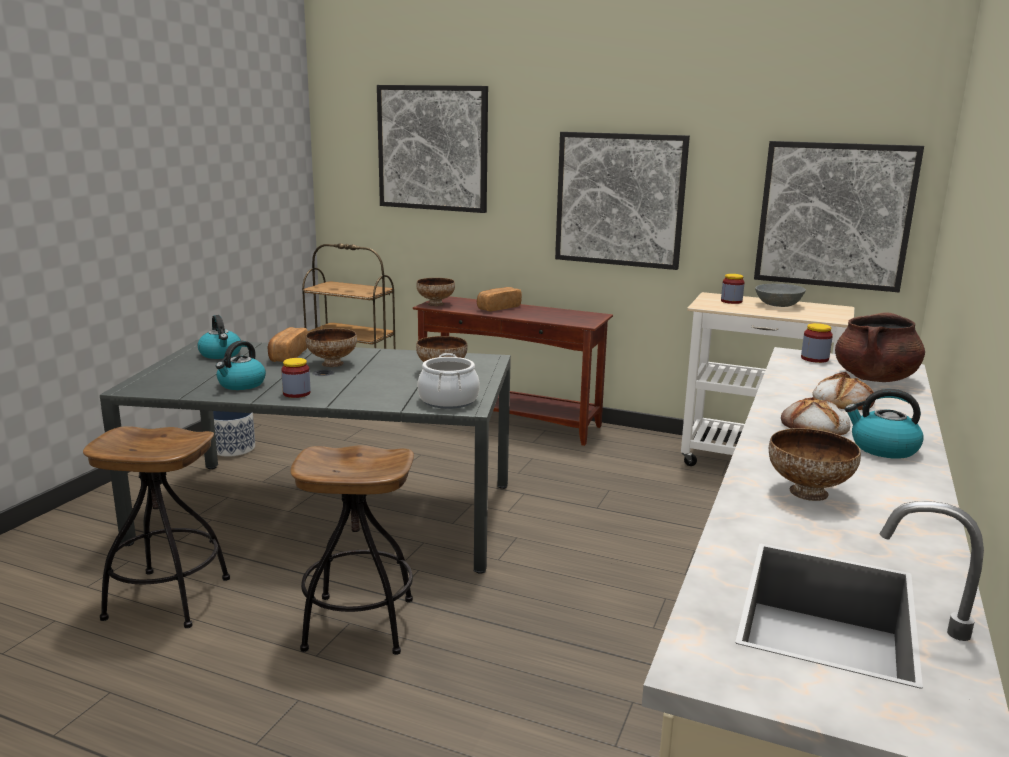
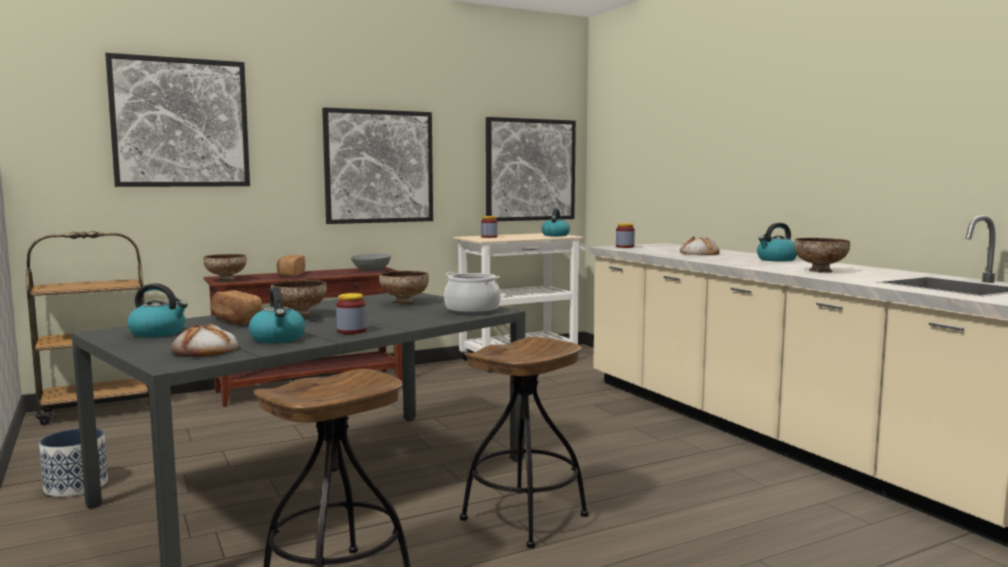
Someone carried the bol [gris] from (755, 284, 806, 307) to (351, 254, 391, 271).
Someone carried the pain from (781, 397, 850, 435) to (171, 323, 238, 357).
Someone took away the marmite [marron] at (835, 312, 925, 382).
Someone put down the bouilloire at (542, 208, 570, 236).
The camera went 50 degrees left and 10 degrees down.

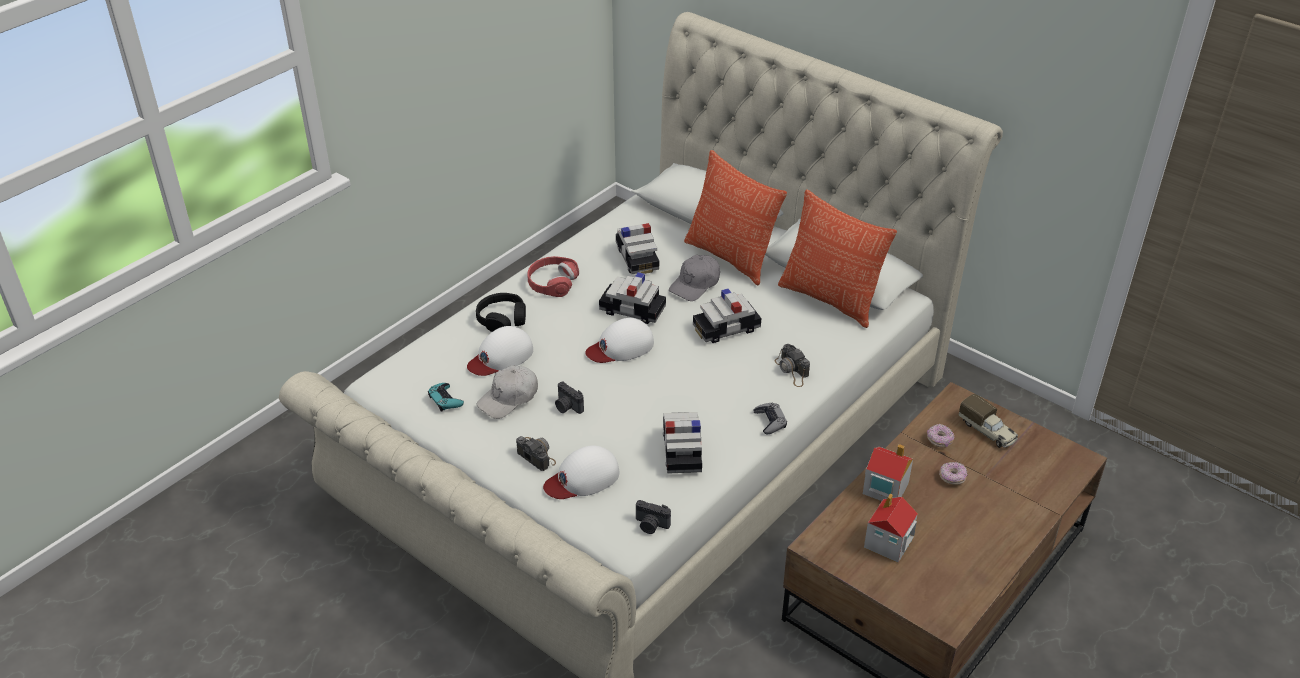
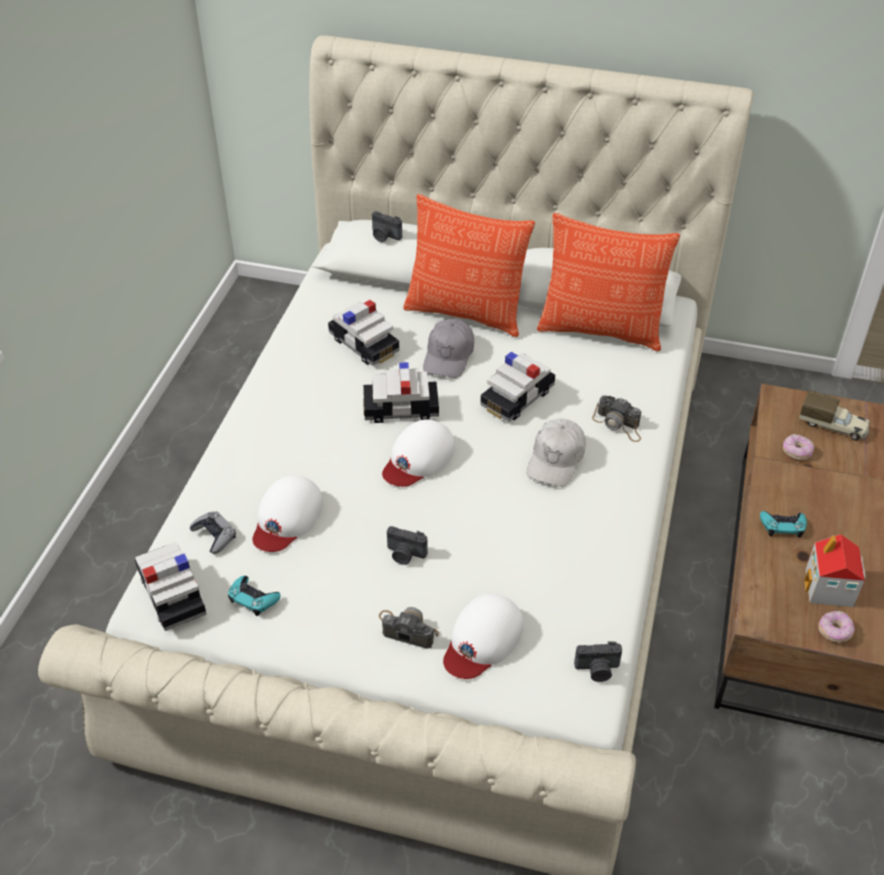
Someone took away the casque audio [noir] at (476, 293, 526, 332).
Someone carried the casquette [blanc] from (477, 365, 538, 419) to (527, 419, 586, 487).
Someone took away the casque audio [rouge] at (527, 256, 579, 297).
Someone carried the petite voiture from (663, 412, 702, 474) to (135, 542, 206, 631).
Someone carried the manette [gris] from (753, 403, 787, 435) to (190, 511, 236, 554).
Someone swapped the maison miniature at (863, 444, 913, 501) for the manette [turquoise] at (760, 511, 807, 538).
Someone carried the beignet from (939, 462, 968, 485) to (818, 611, 855, 642).
Someone put down the appareil photo at (372, 211, 402, 242).
The camera went 25 degrees left and 5 degrees up.

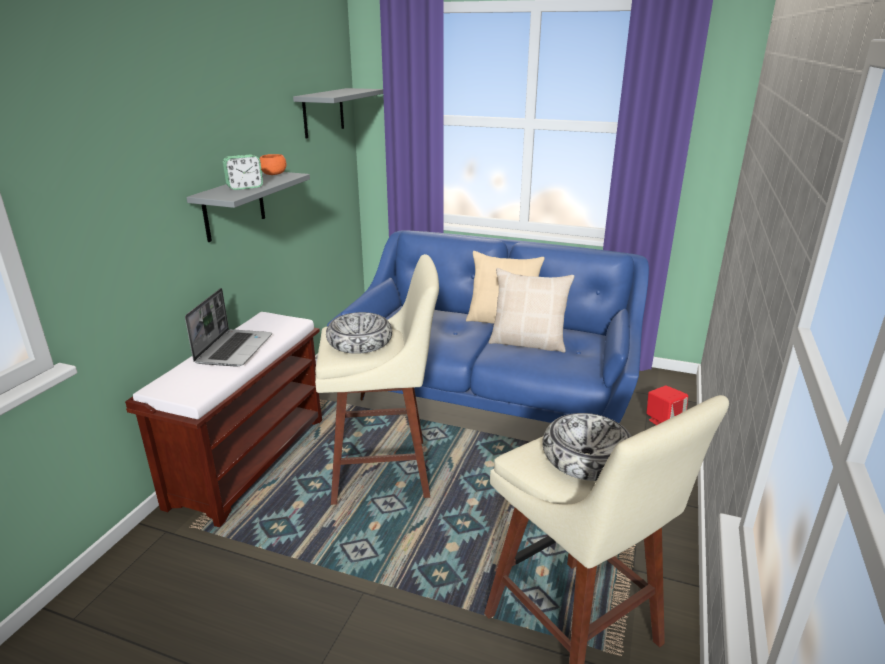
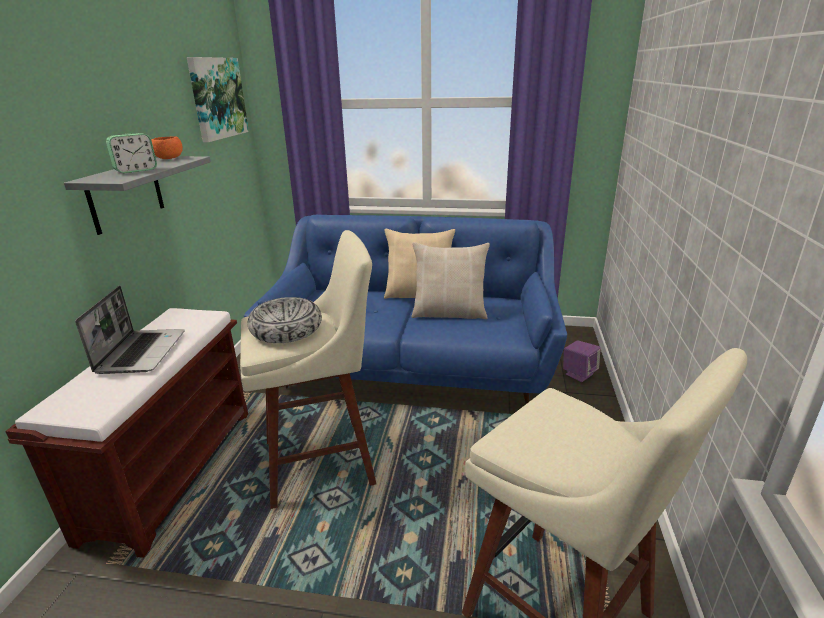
Someone swapped the étagère [gris] at (293, 88, 383, 139) for the tableau at (187, 57, 249, 142).
Someone took away the bol at (543, 413, 632, 481).
Someone repainted the enceinte [rouge] at (647, 385, 688, 425), which became the enceinte [violet] at (563, 340, 601, 382).
The camera went 10 degrees left and 0 degrees up.

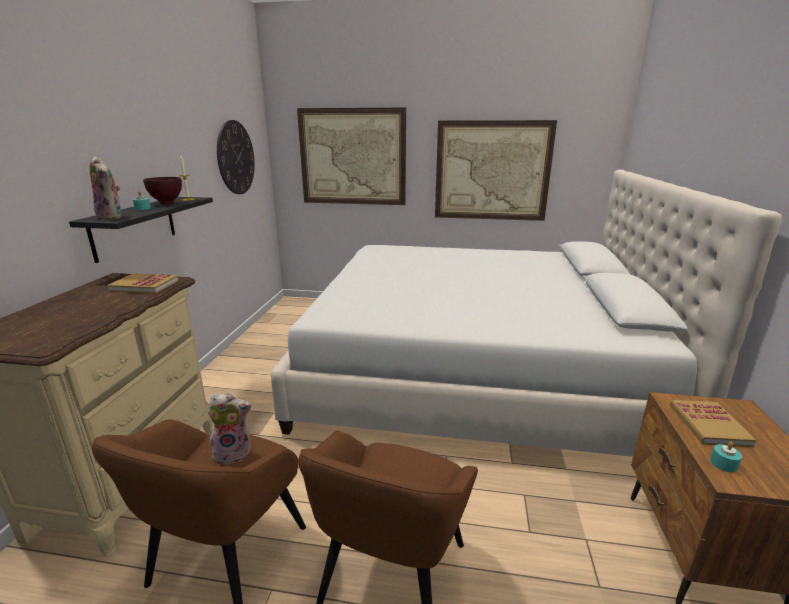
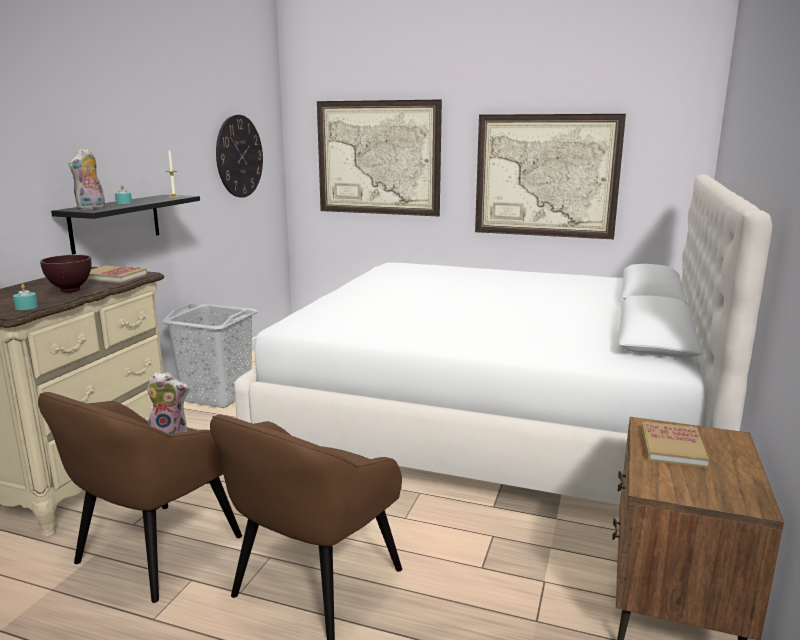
Someone rotated the peluche at (90, 156, 121, 220) by 60 degrees clockwise.
Someone carried the bol [marron] from (143, 177, 182, 205) to (40, 255, 92, 293).
Someone carried the bougie [turquoise] from (710, 442, 742, 472) to (13, 284, 38, 310).
Someone put down the panier à linge [gris] at (161, 304, 258, 408).
The camera went 10 degrees right and 5 degrees down.

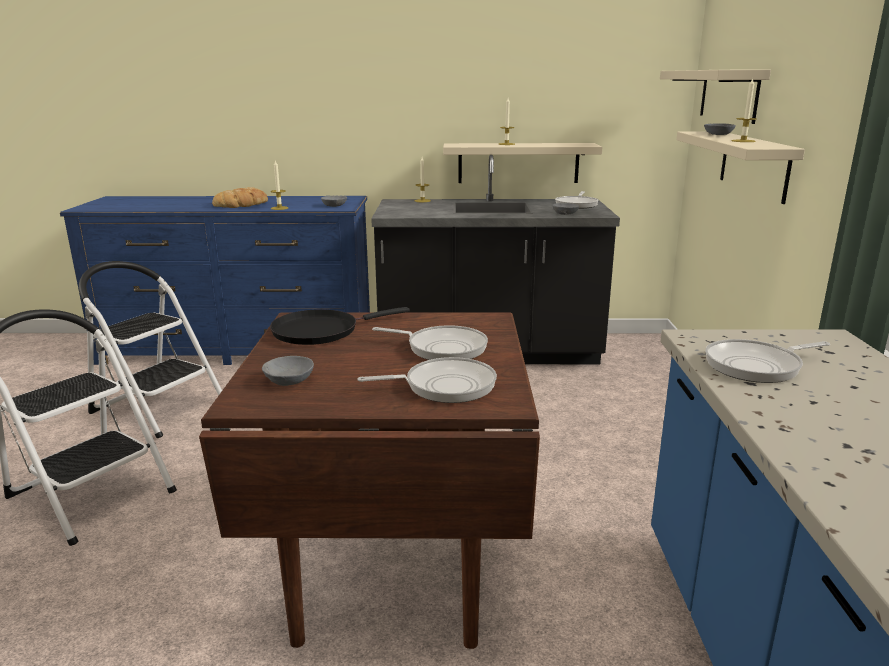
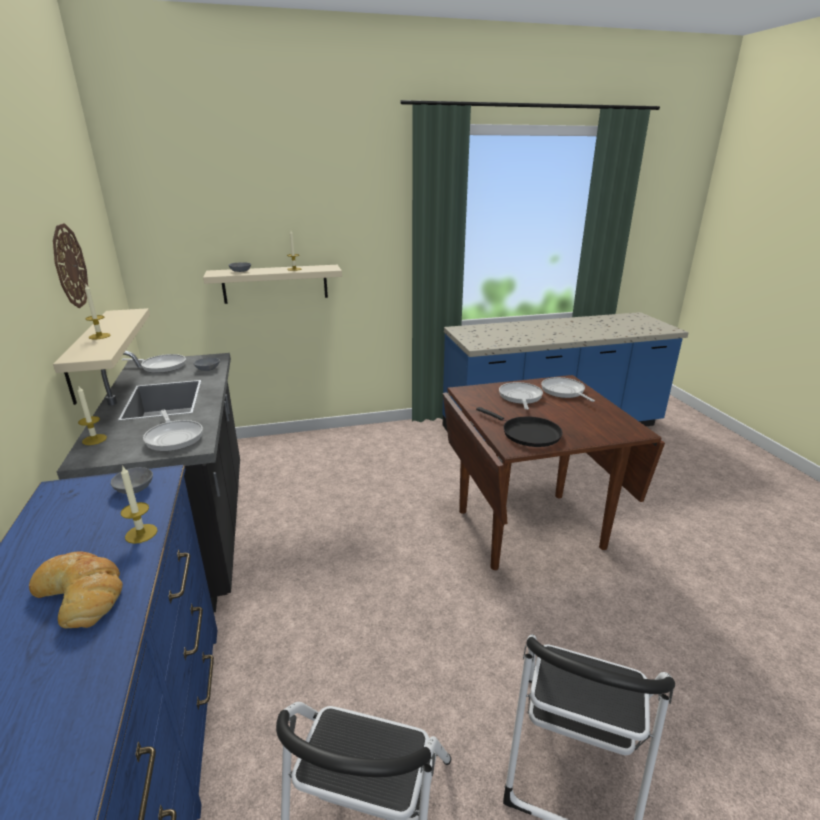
Someone took away the bol [gris] at (262, 356, 314, 386).
Someone took away the étagère [beige] at (660, 69, 771, 124).
Someone carried the poêle from (705, 339, 830, 383) to (143, 410, 203, 451).
Someone put up the horloge murale at (53, 223, 88, 308).
The camera went 105 degrees left and 5 degrees up.

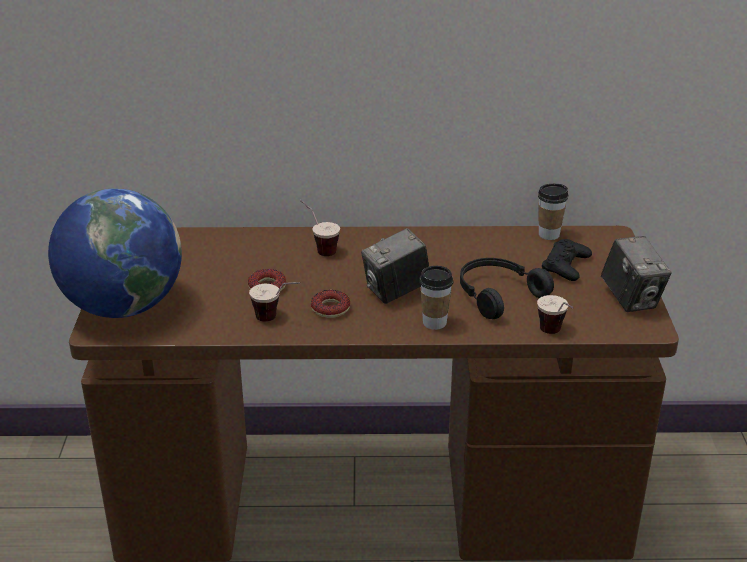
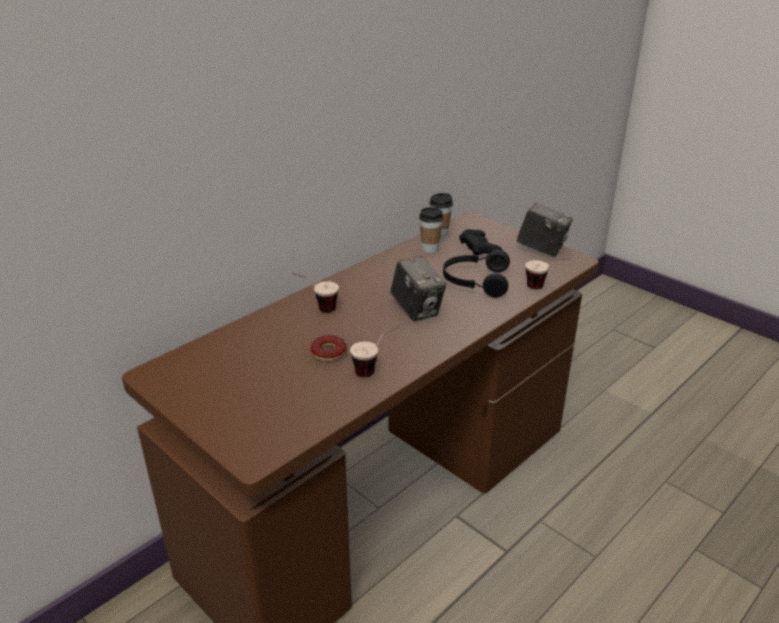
Someone took away the globe at (48, 188, 182, 318).
Someone took away the beignet at (311, 290, 350, 318).
Someone rotated the appareil photo at (361, 228, 429, 304) by 45 degrees counterclockwise.
Someone carried the tasse from (419, 266, 453, 330) to (419, 207, 443, 253).
The camera went 45 degrees left and 0 degrees up.

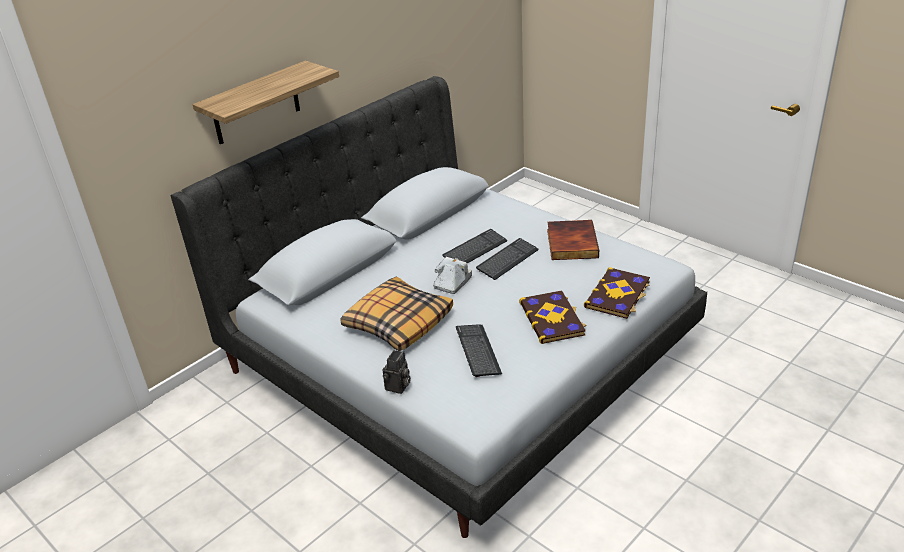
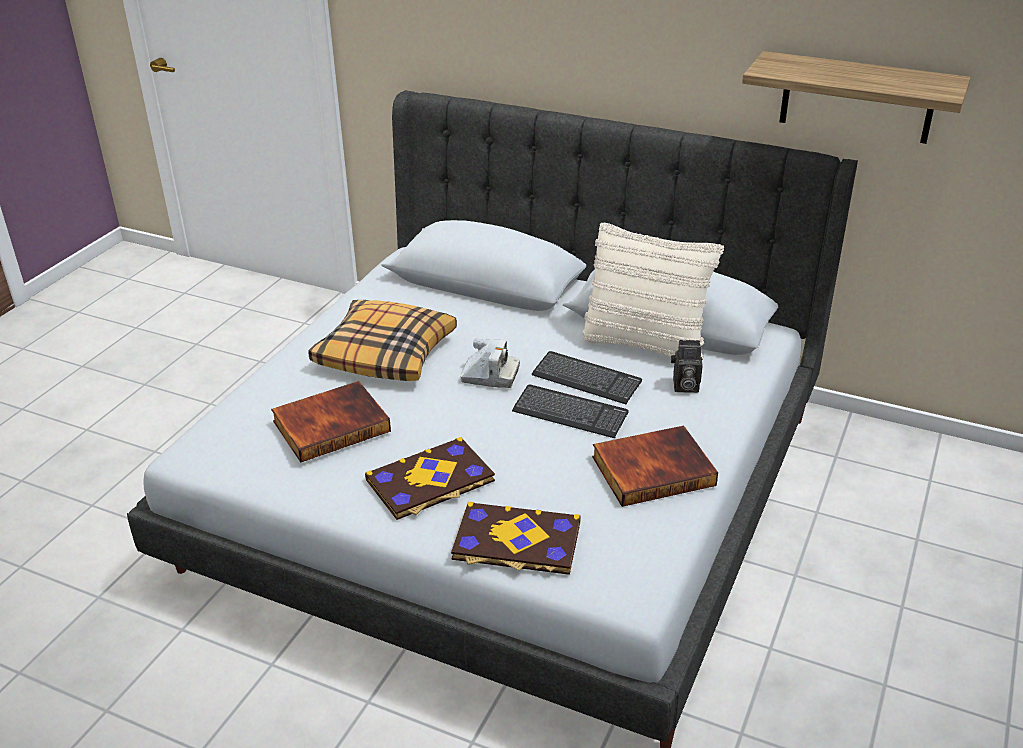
Someone carried the étagère from (192, 61, 339, 144) to (742, 51, 971, 144).
Someone carried the appareil photo from (383, 350, 411, 394) to (671, 340, 703, 393).
Someone swapped the clavier at (456, 325, 502, 377) for the livre at (271, 381, 391, 462).
Someone put down the coussin [beige] at (582, 223, 724, 363).
The camera went 70 degrees right and 0 degrees up.

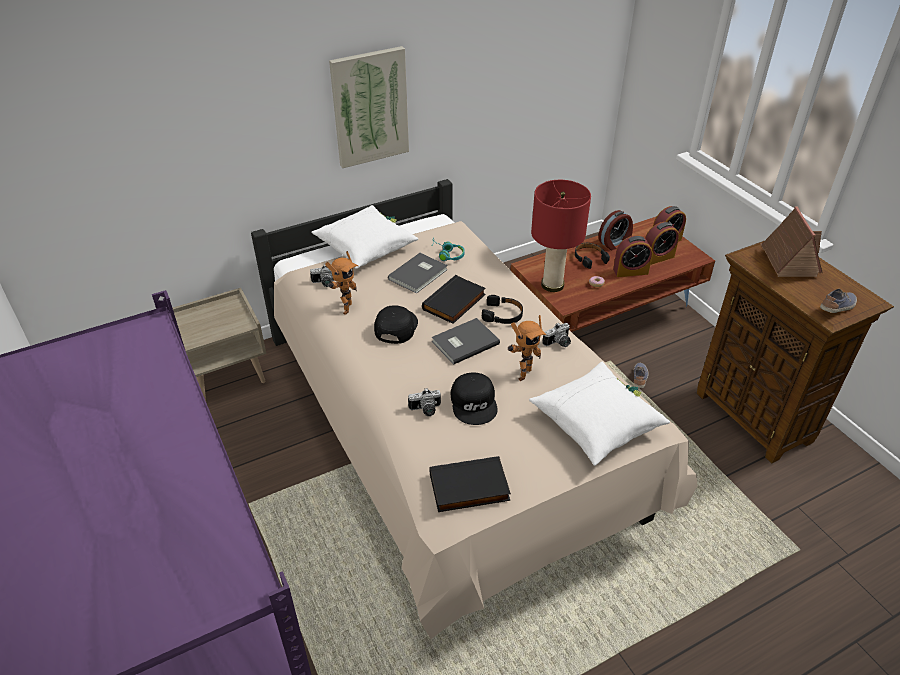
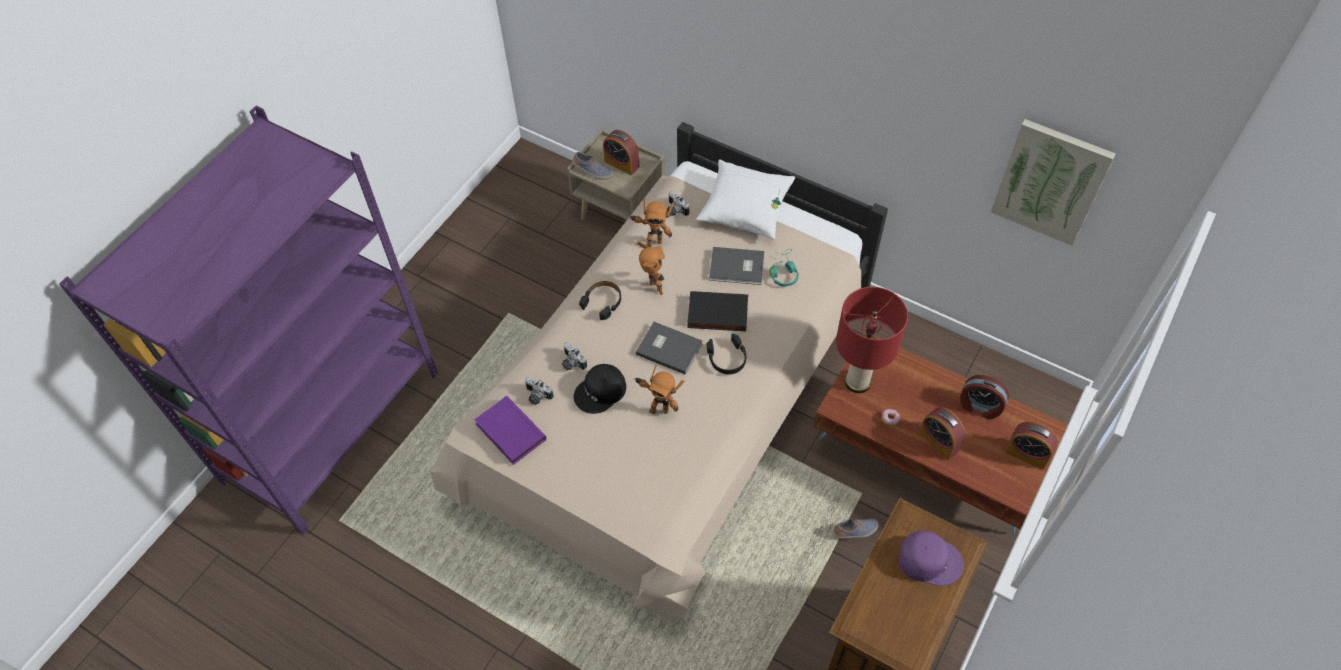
Someone carried the tableau from (329, 46, 409, 168) to (991, 119, 1116, 246).
Someone swapped the casquette [noir] at (374, 305, 418, 344) for the robot jouet at (637, 242, 665, 295).
Someone repainted the livre [noir] at (429, 456, 511, 512), which became the livre [violet] at (474, 395, 546, 465).
Someone took away the coussin [blanc] at (529, 362, 670, 466).
Someone carried the appareil photo from (542, 323, 571, 347) to (525, 377, 554, 405).
Someone carried the casque audio [noir] from (575, 243, 610, 269) to (579, 281, 621, 320).
Someone carried the réveil from (645, 222, 679, 265) to (603, 130, 639, 175).
Someone swapped the maison miniature at (760, 207, 823, 277) for the casquette [violet] at (898, 531, 964, 586).
Someone carried the chaussure from (820, 289, 857, 313) to (572, 152, 613, 180).
The camera went 60 degrees right and 15 degrees up.

